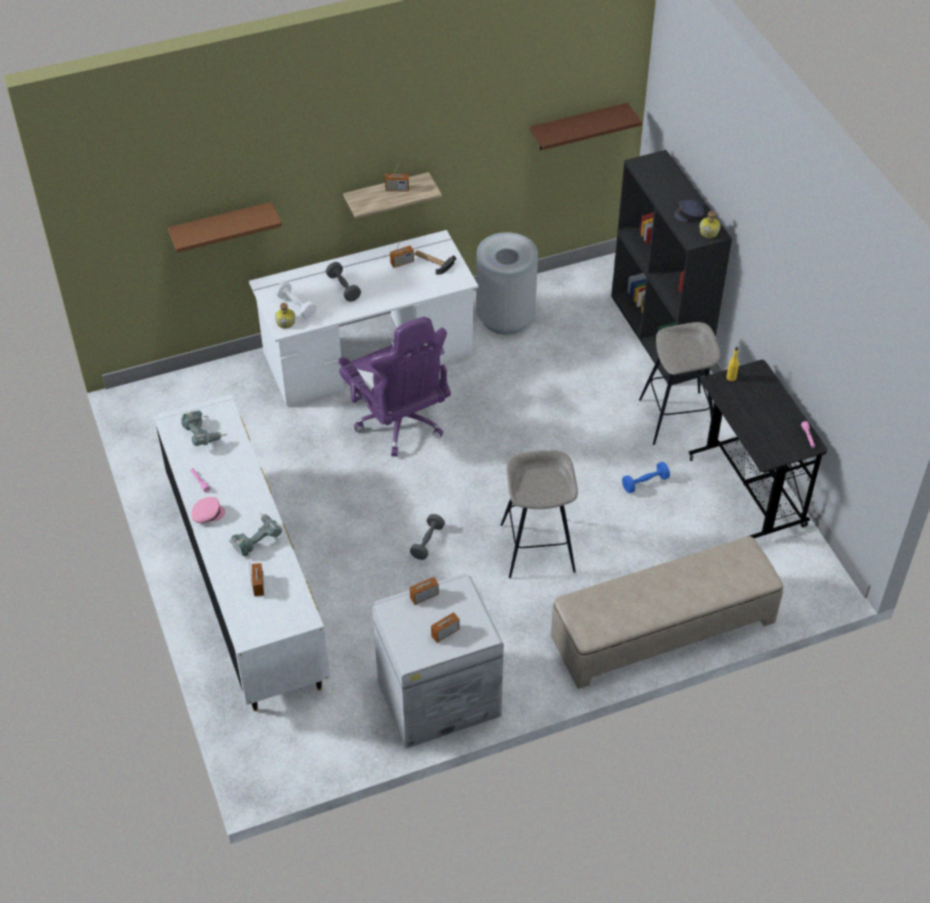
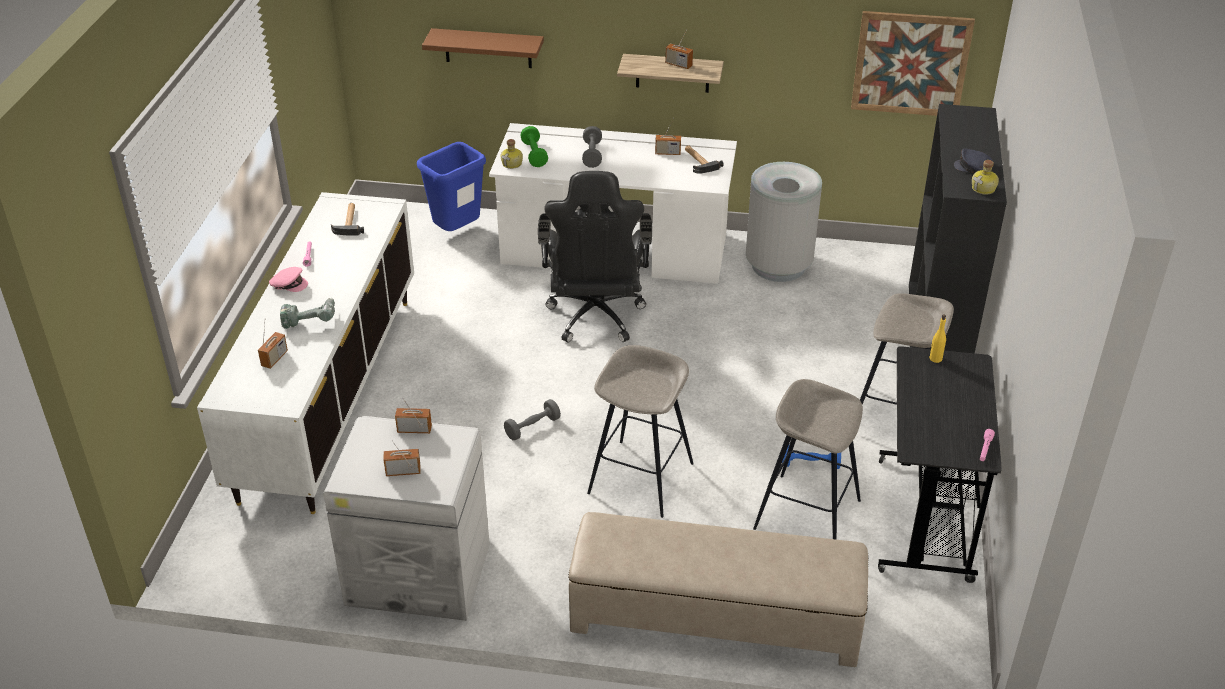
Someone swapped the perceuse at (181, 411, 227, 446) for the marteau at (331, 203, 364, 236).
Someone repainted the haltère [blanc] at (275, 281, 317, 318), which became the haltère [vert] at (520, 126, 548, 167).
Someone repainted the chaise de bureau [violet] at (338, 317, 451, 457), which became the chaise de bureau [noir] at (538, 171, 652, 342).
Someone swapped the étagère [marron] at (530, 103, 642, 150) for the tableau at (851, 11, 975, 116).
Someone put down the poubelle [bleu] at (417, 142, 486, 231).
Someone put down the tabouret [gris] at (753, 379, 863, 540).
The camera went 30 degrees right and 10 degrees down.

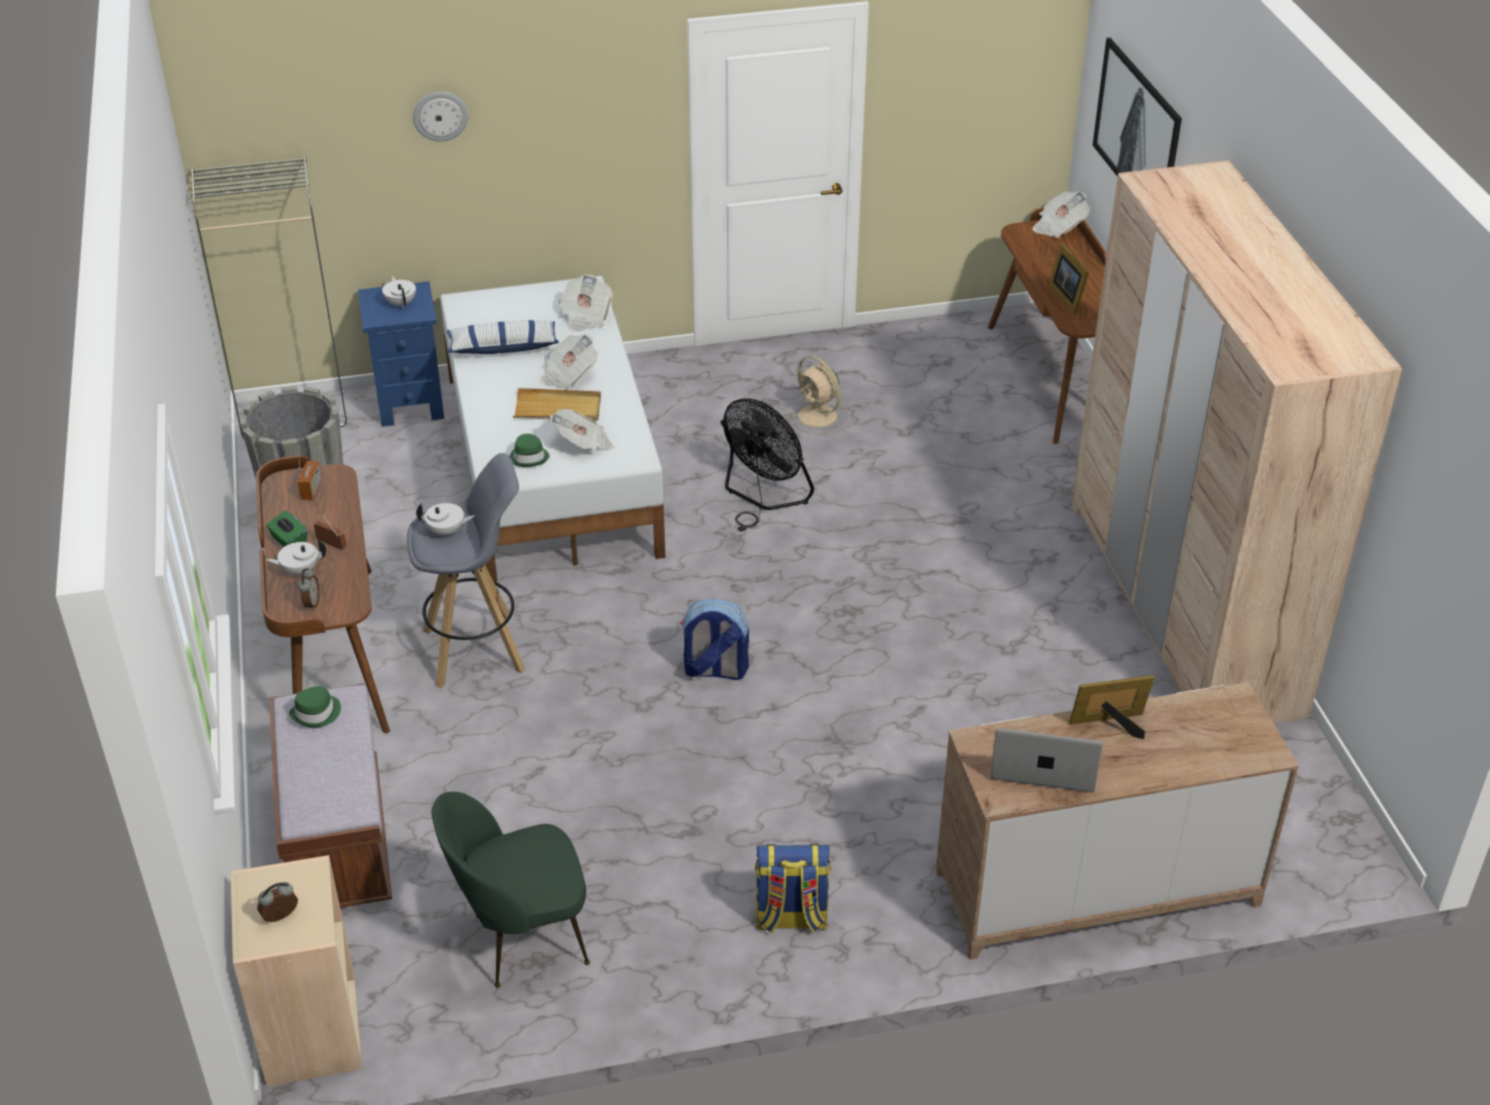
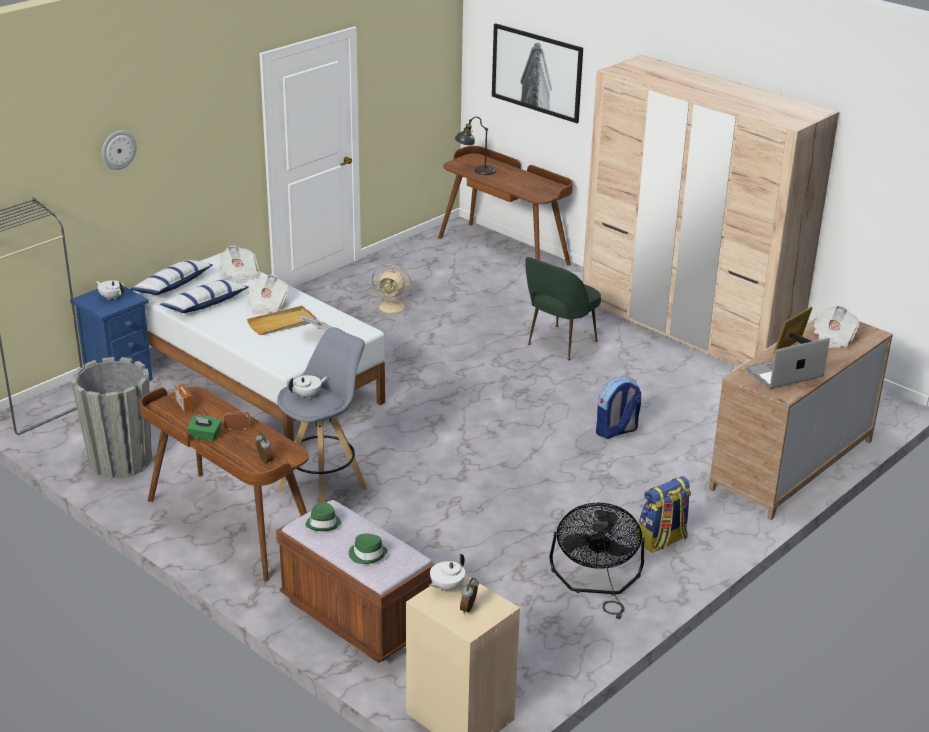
Someone carried the théière [blanc] from (266, 540, 326, 575) to (429, 554, 465, 592).
Someone carried the chaise [vert] from (431, 792, 590, 988) to (525, 257, 601, 360).
Someone carried the chapeau [vert] from (510, 434, 550, 467) to (349, 534, 387, 564).
Someone carried the sac à dos from (680, 599, 749, 680) to (596, 377, 641, 439).
Someone carried the ventilateur [noir] from (720, 398, 814, 532) to (550, 503, 645, 619).
Someone carried the journal from (1032, 191, 1090, 238) to (813, 306, 860, 348).
Someone took away the cadre photo at (1049, 243, 1089, 314).
Someone put down the coussin at (130, 260, 213, 295).
Someone put down the lampe de table [gris] at (455, 117, 496, 175).
The camera went 35 degrees left and 10 degrees down.

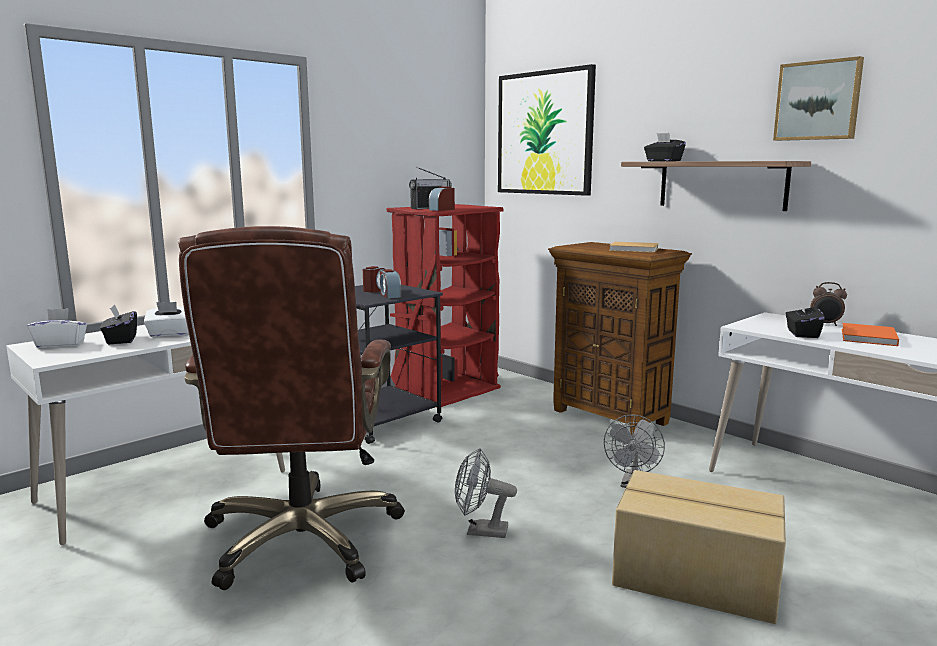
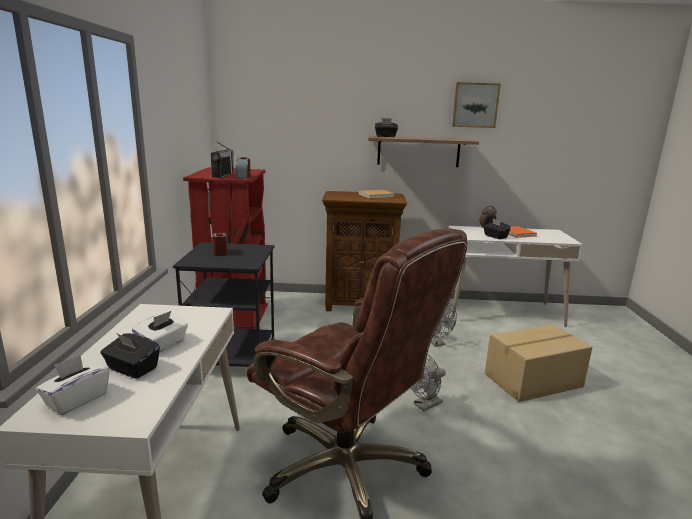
Someone took away the réveil at (380, 269, 401, 298).
Someone took away the tableau at (498, 64, 596, 196).
The camera went 45 degrees left and 5 degrees up.

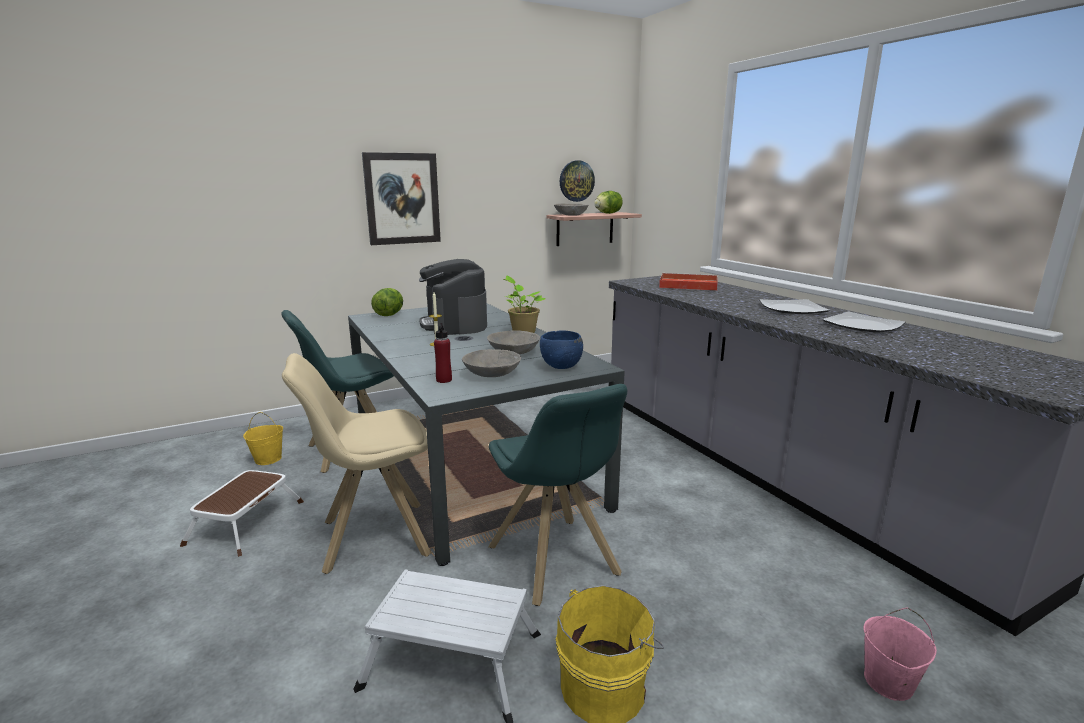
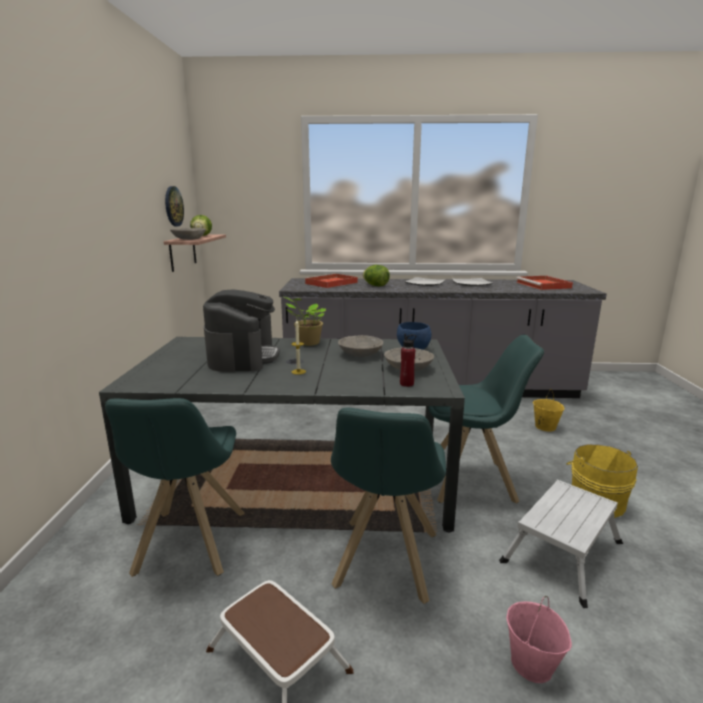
Someone carried the seau [jaune] from (243, 412, 283, 465) to (533, 389, 564, 431).
Someone repainted the chaise [beige] at (282, 353, 431, 574), which became the chaise [turquoise] at (331, 408, 446, 604).
Someone took away the tableau at (362, 152, 441, 245).
Someone carried the laitue from (371, 288, 403, 316) to (363, 265, 390, 286).
Someone rotated the machine à café at (419, 259, 487, 335) by 105 degrees counterclockwise.
Someone carried the seau [rose] from (863, 608, 937, 701) to (506, 596, 572, 683).
Someone put down the plateau [rouge] at (516, 276, 573, 290).
The camera went 60 degrees left and 0 degrees up.

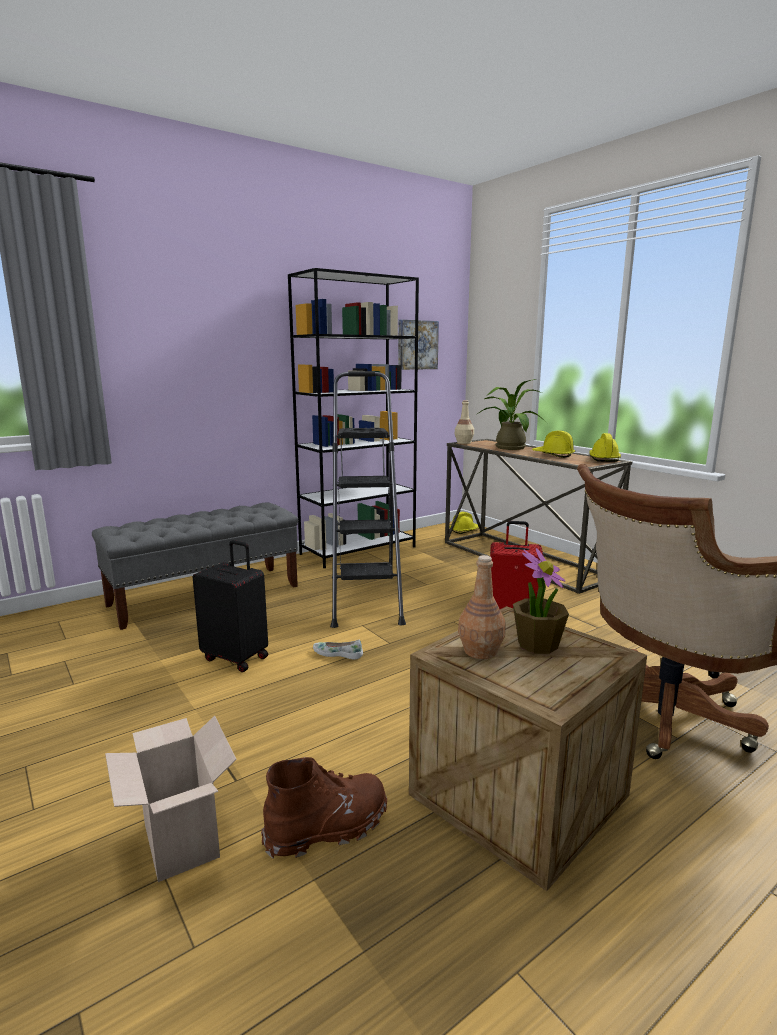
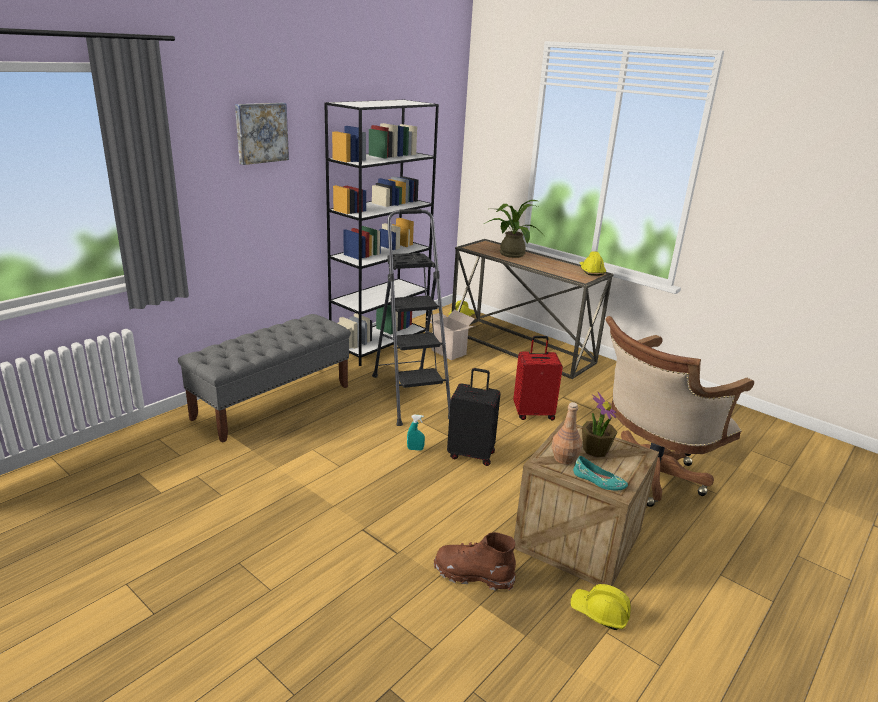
Someone carried the carton from (105, 716, 236, 882) to (427, 310, 475, 360).
Someone carried the valise [noir] from (193, 540, 268, 672) to (447, 368, 501, 466).
Someone rotated the botte [marron] at (261, 757, 387, 859) by 120 degrees counterclockwise.
Someone swapped the chaussure [blanc] at (313, 640, 363, 660) for the vaporisateur [turquoise] at (407, 415, 425, 451).
Someone carried the tableau from (398, 320, 439, 370) to (235, 103, 289, 165).
Someone took away the bouteille [beige] at (455, 400, 474, 444).
Someone carried the casque de chantier [jaune] from (532, 430, 575, 458) to (570, 584, 631, 630).
Someone put down the chaussure [turquoise] at (573, 456, 628, 490).
The camera went 15 degrees left and 10 degrees up.

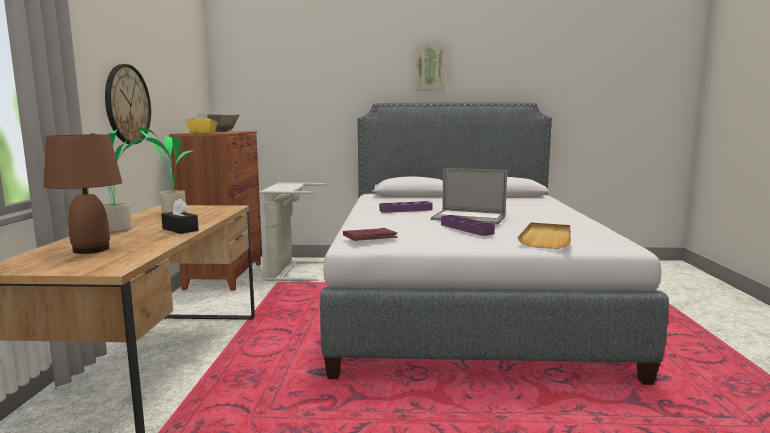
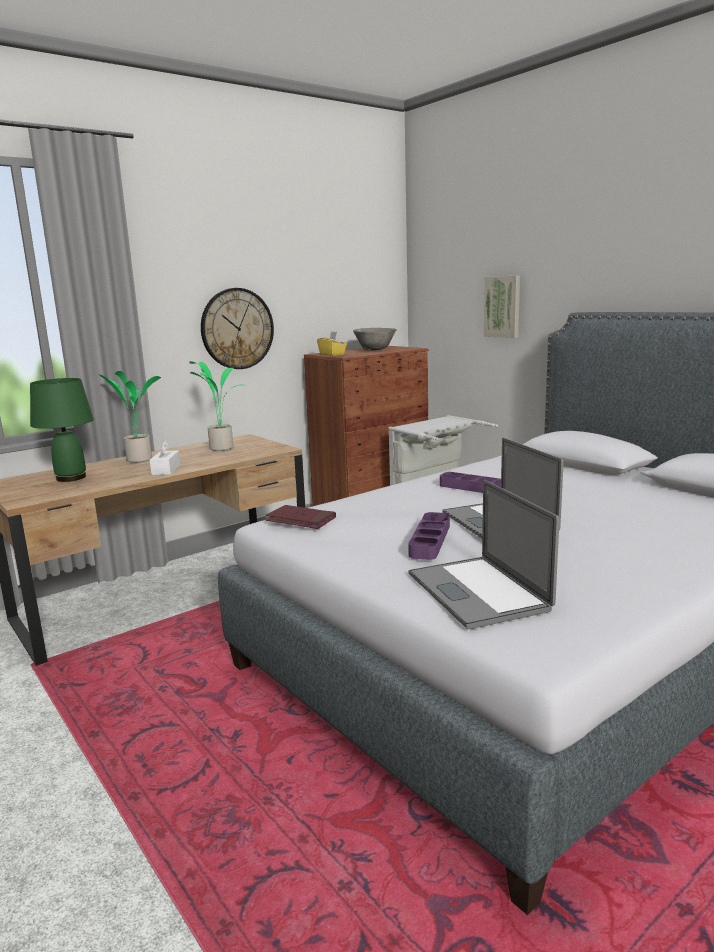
Someone repainted the lampe de table [marron] at (43, 134, 122, 254), which became the lampe de table [vert] at (30, 378, 94, 482).
Someone repainted the boîte à mouchoirs [noir] at (161, 199, 198, 234), which became the boîte à mouchoirs [blanc] at (149, 440, 180, 475).
Someone carried the tableau from (416, 45, 446, 91) to (484, 275, 520, 338).
Someone swapped the plateau [beige] at (517, 223, 571, 249) for the ordinateur portable at (409, 480, 559, 629).
The camera went 50 degrees right and 5 degrees up.

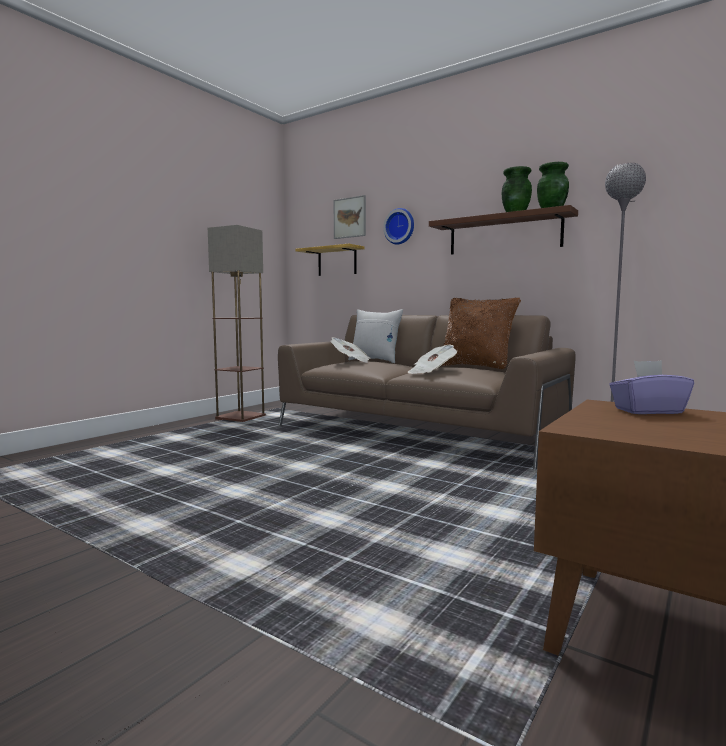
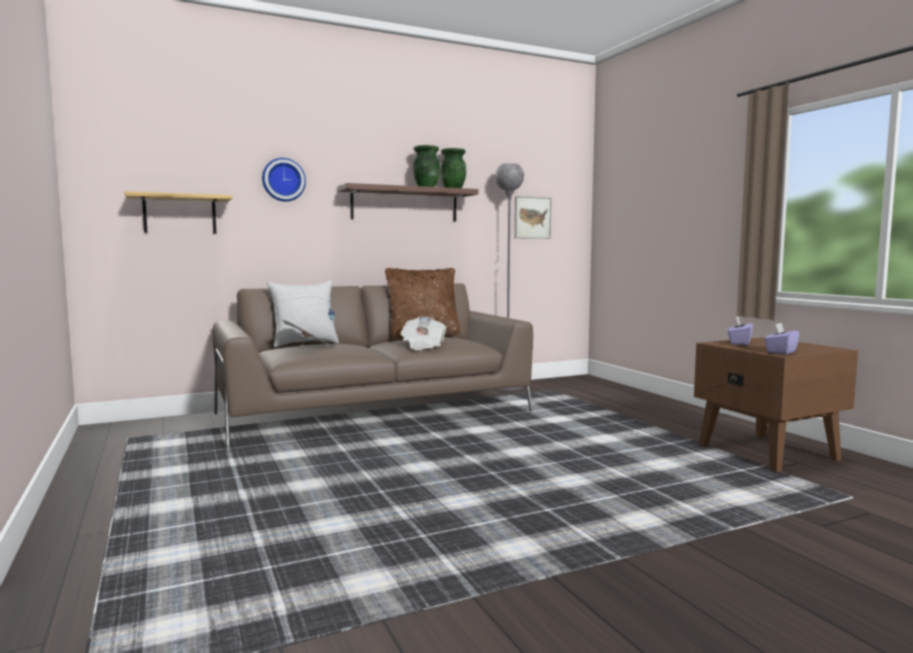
Someone took away the lampadaire at (208, 225, 266, 422).
Someone carried the tableau from (334, 195, 366, 239) to (515, 196, 552, 239).
Someone put down the boîte à mouchoirs [violet] at (764, 322, 800, 355).
The camera went 60 degrees left and 0 degrees up.

